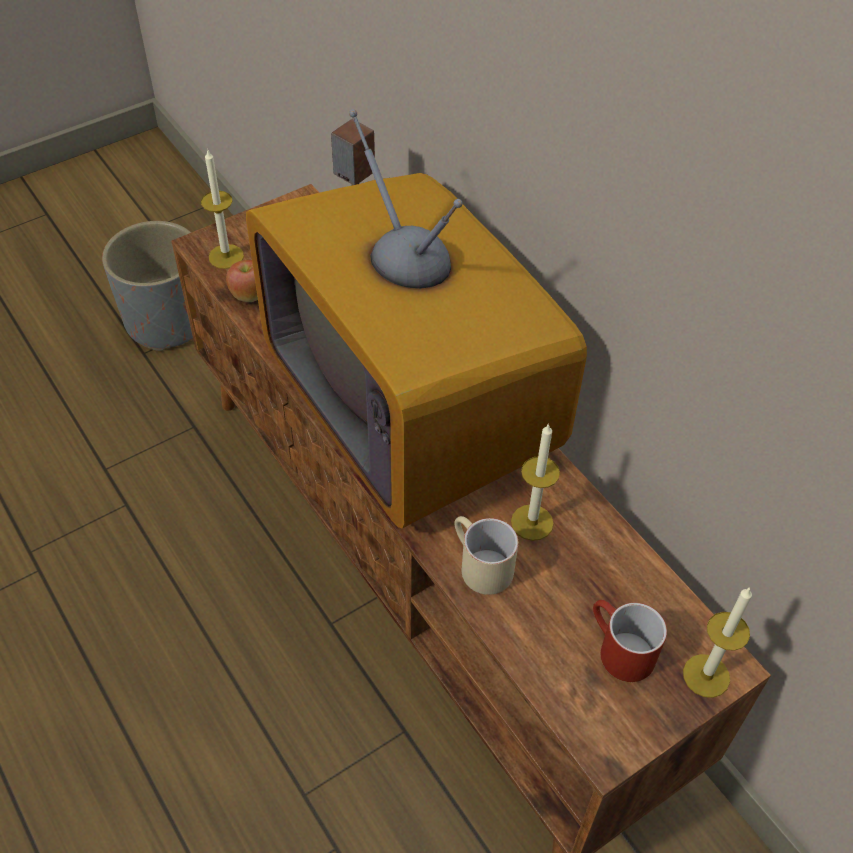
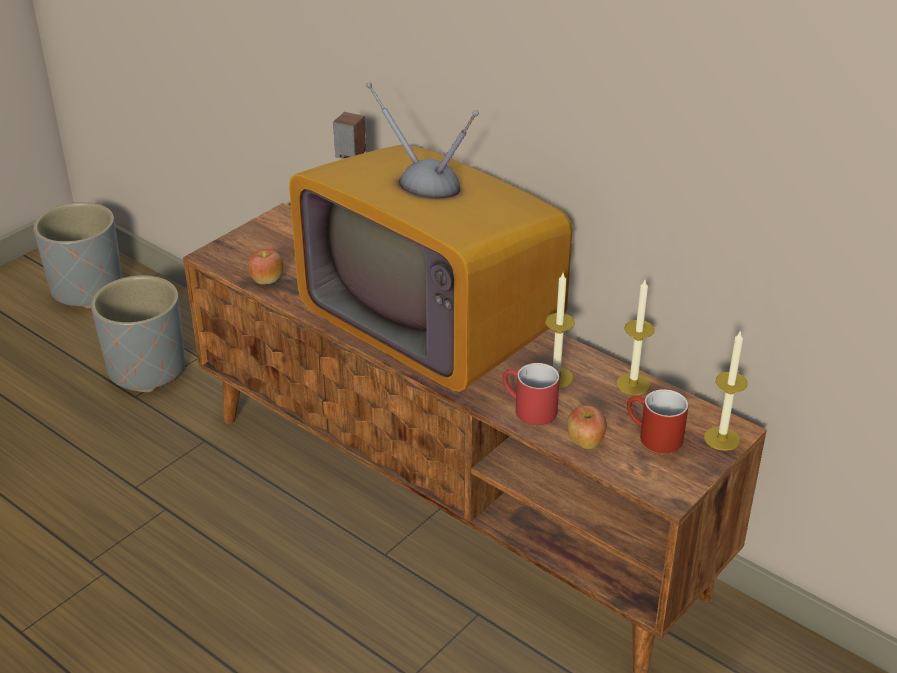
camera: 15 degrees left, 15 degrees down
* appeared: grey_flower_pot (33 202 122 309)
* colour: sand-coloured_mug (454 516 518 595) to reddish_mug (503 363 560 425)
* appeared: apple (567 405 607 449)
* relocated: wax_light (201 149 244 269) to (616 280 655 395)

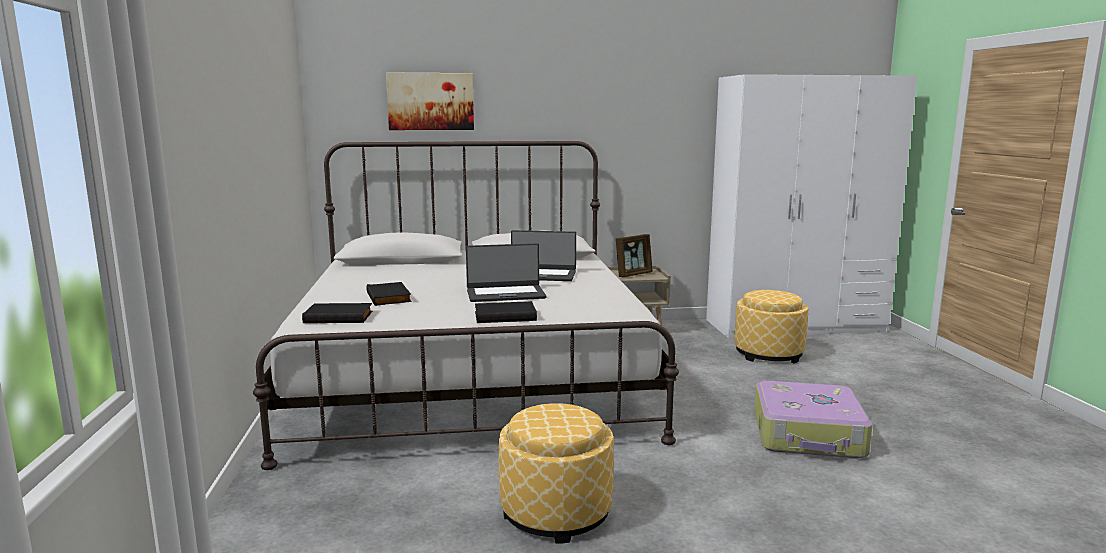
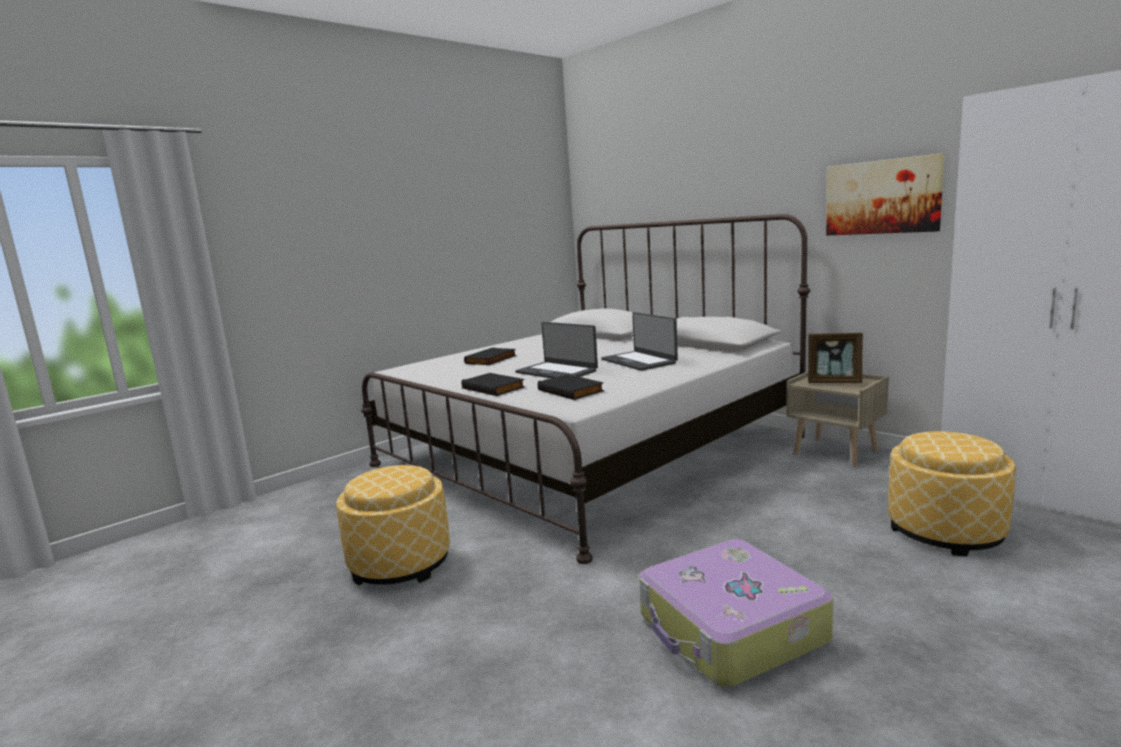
camera: 55 degrees right, 0 degrees up
* relocated: blackish_bound_book (302 303 372 323) to (538 374 604 400)
* relocated: picture (386 73 474 130) to (826 153 945 236)

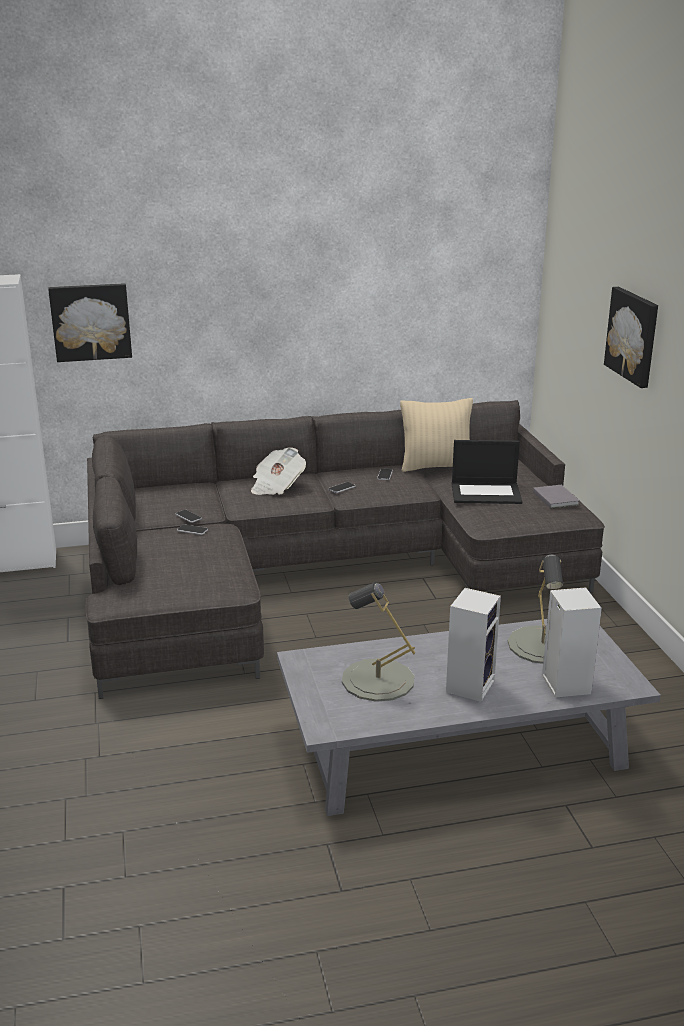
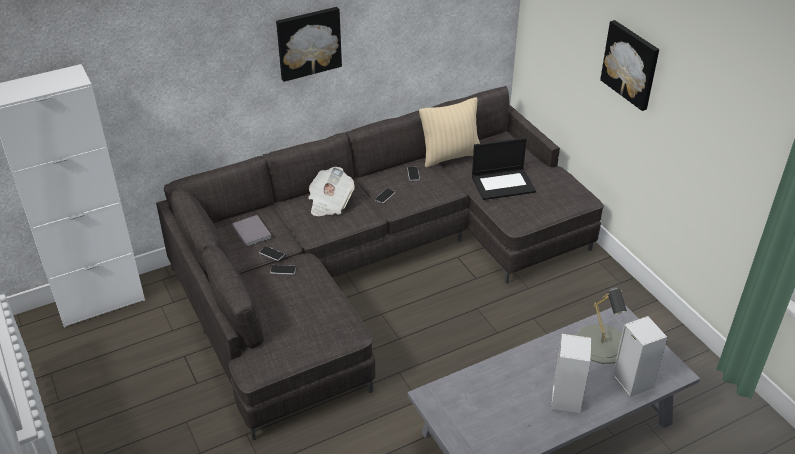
camera: 15 degrees left, 15 degrees up
* relocated: grey_bound_book (533 485 580 509) to (232 215 272 247)
* relocated: picture (48 283 132 362) to (276 7 342 82)
* missing: grey_table_lamp (342 582 415 702)

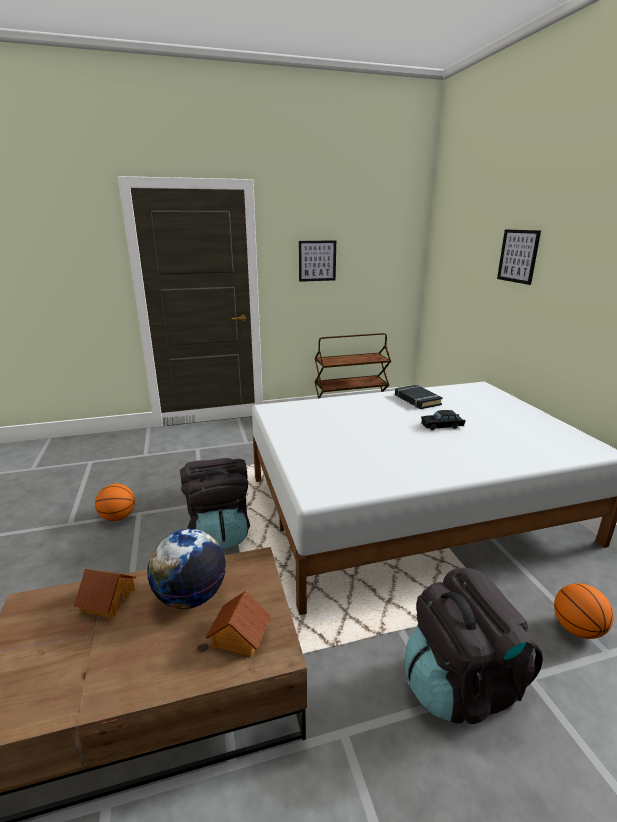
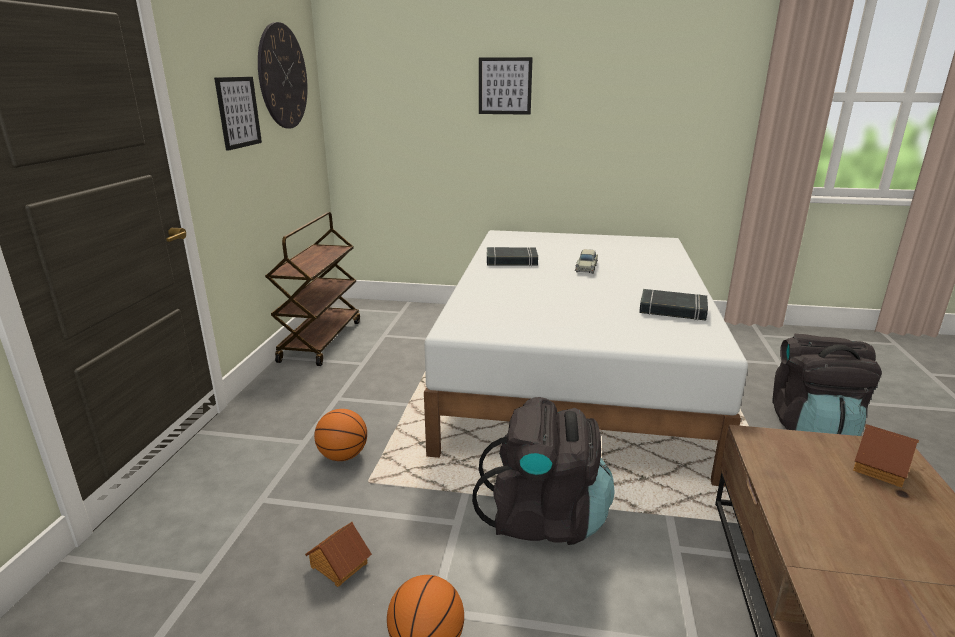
camera: 65 degrees left, 0 degrees up
* appeared: clock_on_the_wall (258 22 308 128)
* relocated: toy_house (73 569 136 618) to (305 522 372 587)
* relocated: ball_for_basketball (554 583 614 639) to (314 409 367 461)
* colour: blackish_model_car (421 410 466 430) to sand-coloured_model_car (575 249 598 274)
* appeared: blackish_bound_book (639 289 708 321)
* missing: world_globe (147 529 226 609)

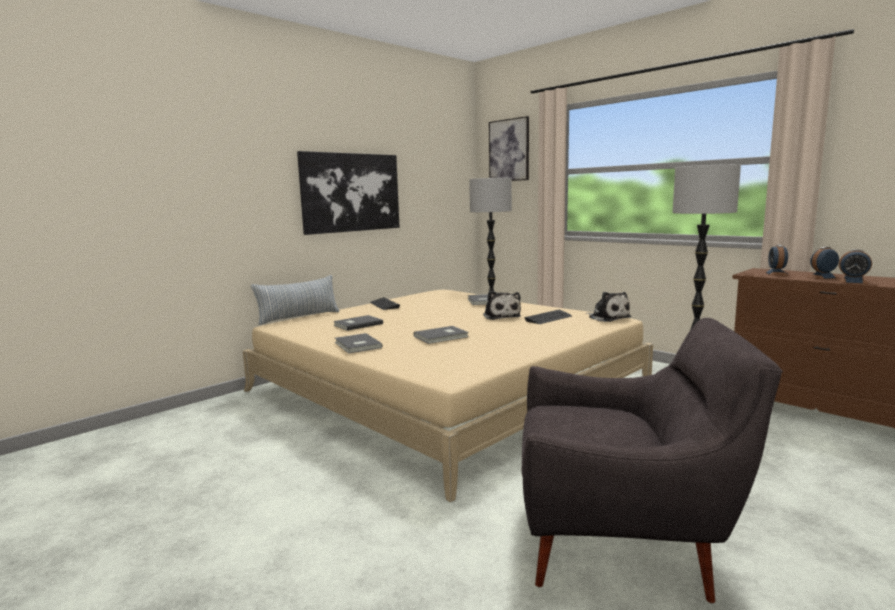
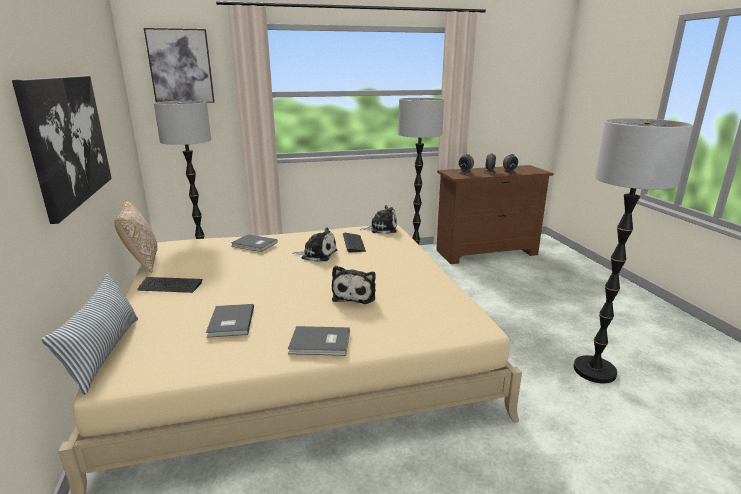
camera: 60 degrees left, 10 degrees up
* appeared: cushion (115 201 157 273)
* exchanged: grey_bound_book (414 326 469 344) to soft_toy (332 266 376 304)
* exchanged: grey_armchair (521 318 783 603) to standing_lamp (573 118 693 384)

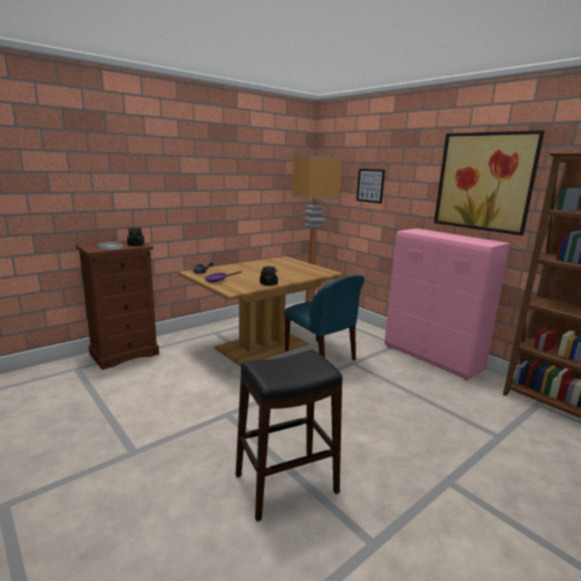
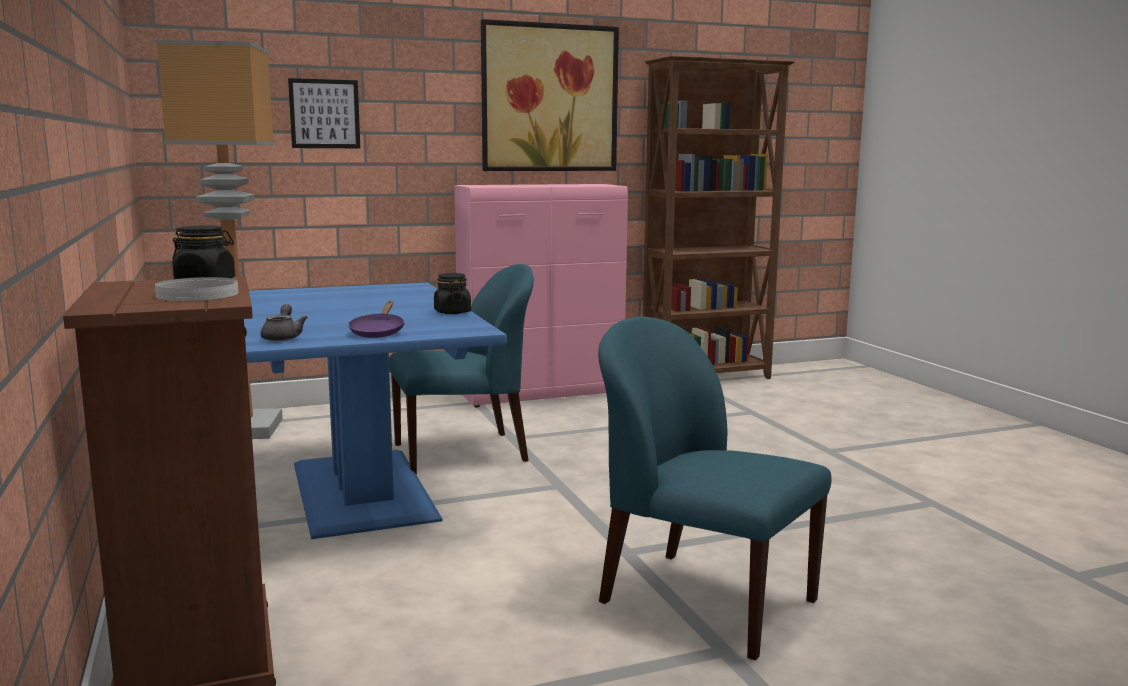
camera: 70 degrees left, 5 degrees down
* colour: brownish_kitchen_table (179 256 343 367) to blue_kitchen_table (244 283 507 539)
* appeared: blue_chair (598 317 832 661)
* missing: blackish_stool (236 350 343 521)

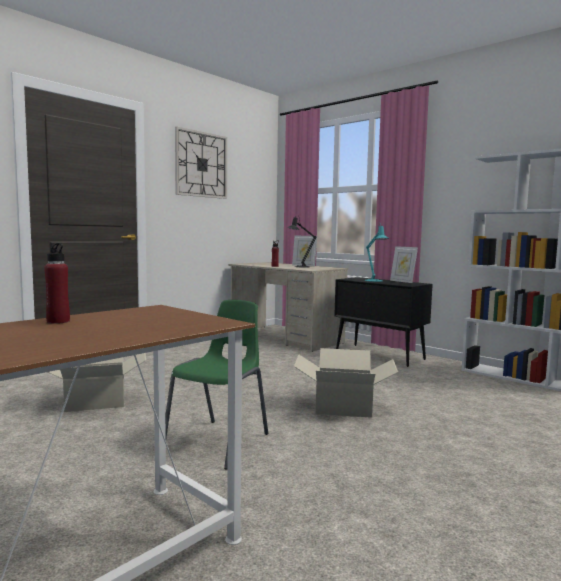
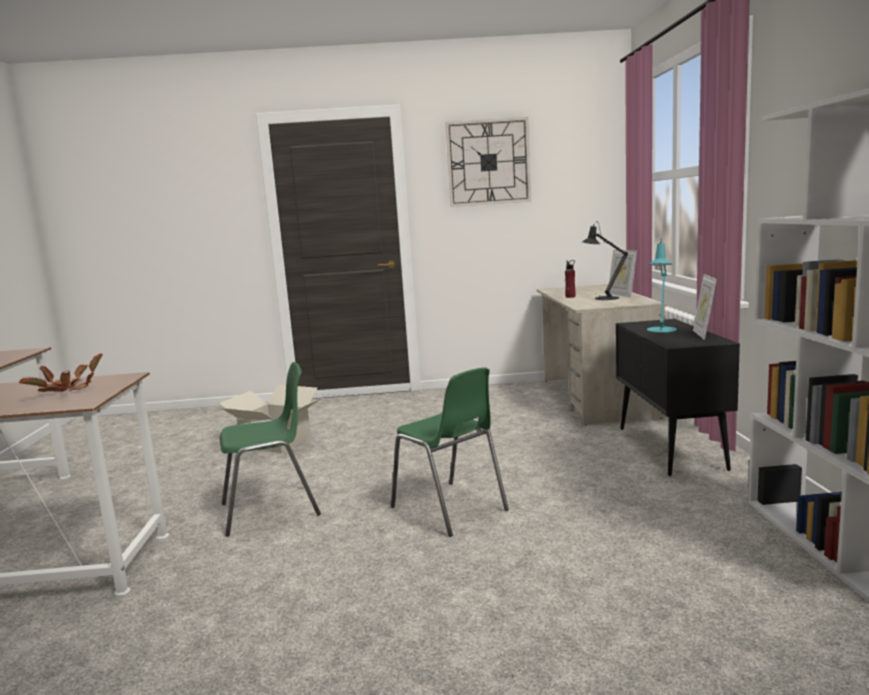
camera: 45 degrees right, 5 degrees up
* appeared: houseplant (19 353 103 392)
* exchanged: packing_box (294 348 398 418) to green-coloured_chair (391 367 509 537)
* missing: reddish_beverage_bottle (44 243 70 324)

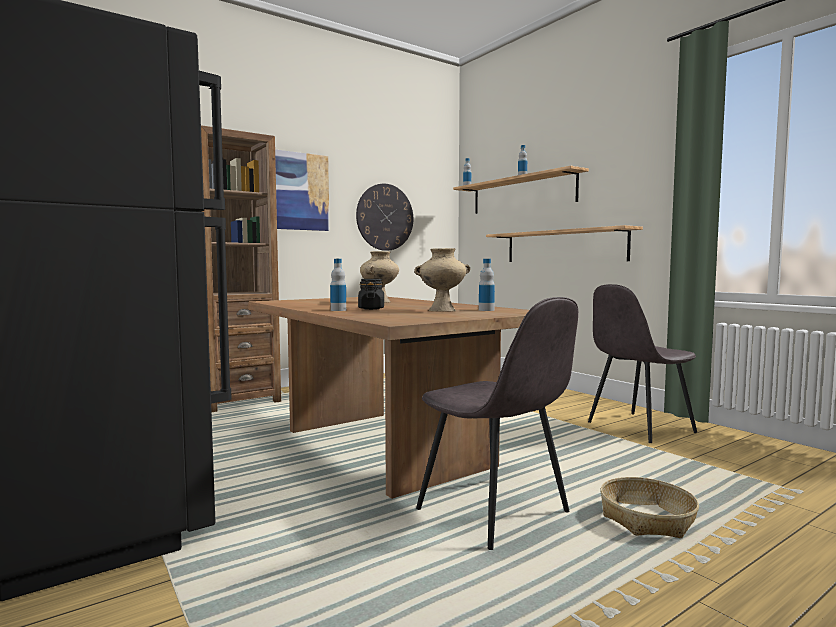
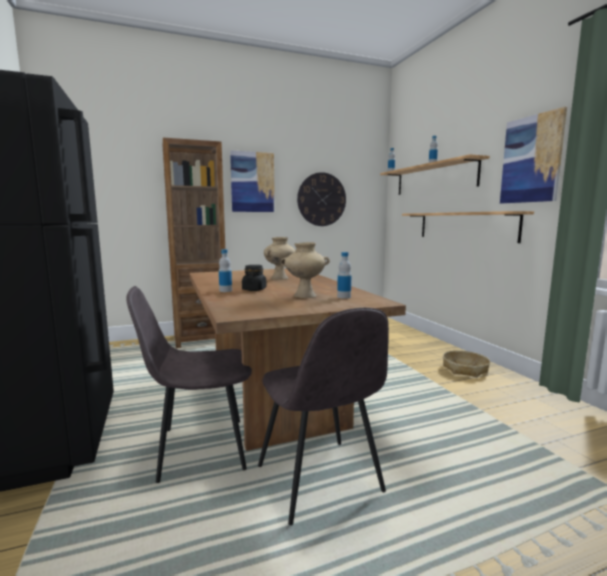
camera: 15 degrees right, 5 degrees up
* relocated: grey_chair (588 284 697 443) to (126 286 252 483)
* relocated: household_basket (600 477 699 538) to (443 350 490 377)
* appeared: picture (500 106 567 203)

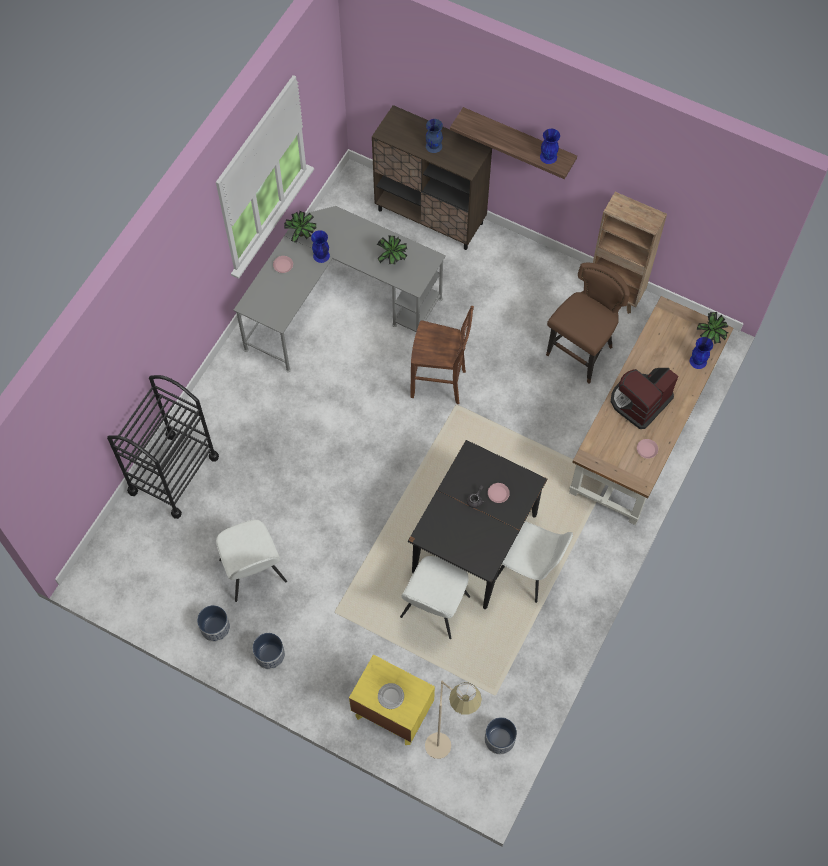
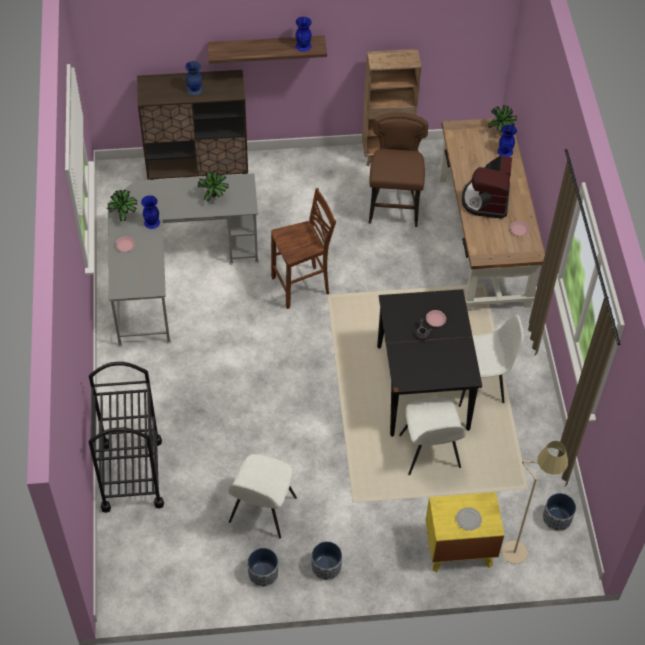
camera: 35 degrees left, 10 degrees down
* spun: white_chair (216 520 287 602) = (228 454 297 538) 75 degrees clockwise

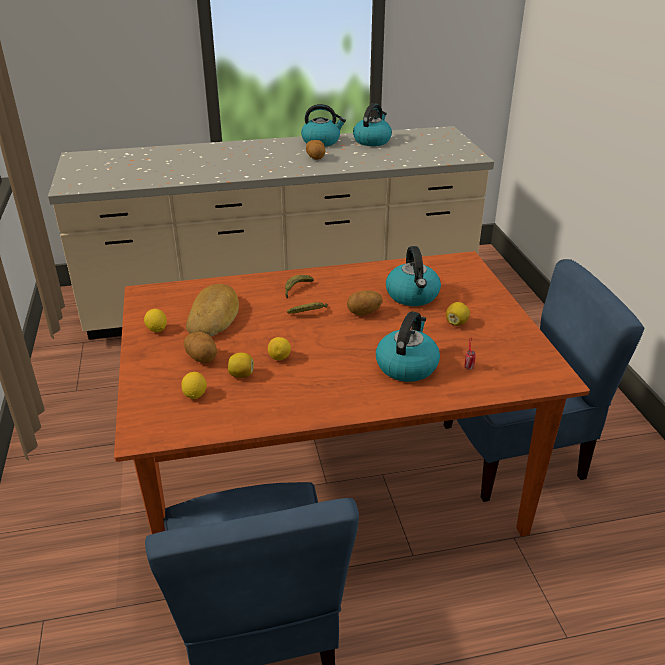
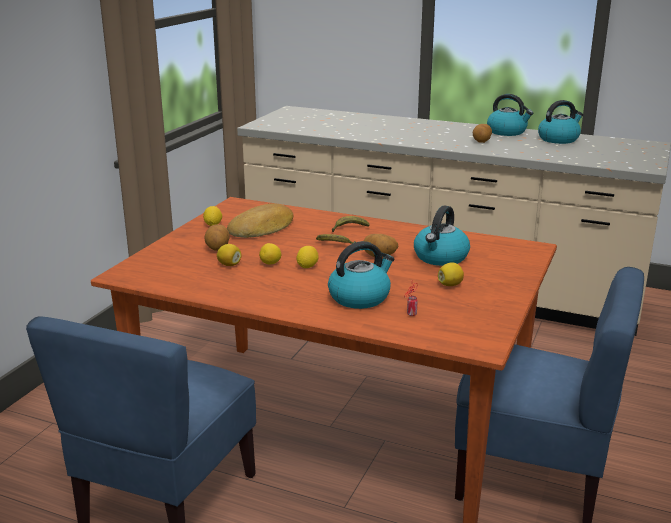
camera: 35 degrees right, 10 degrees down
* relocated: citrus_fruit (181 372 207 399) to (296 246 319 268)

